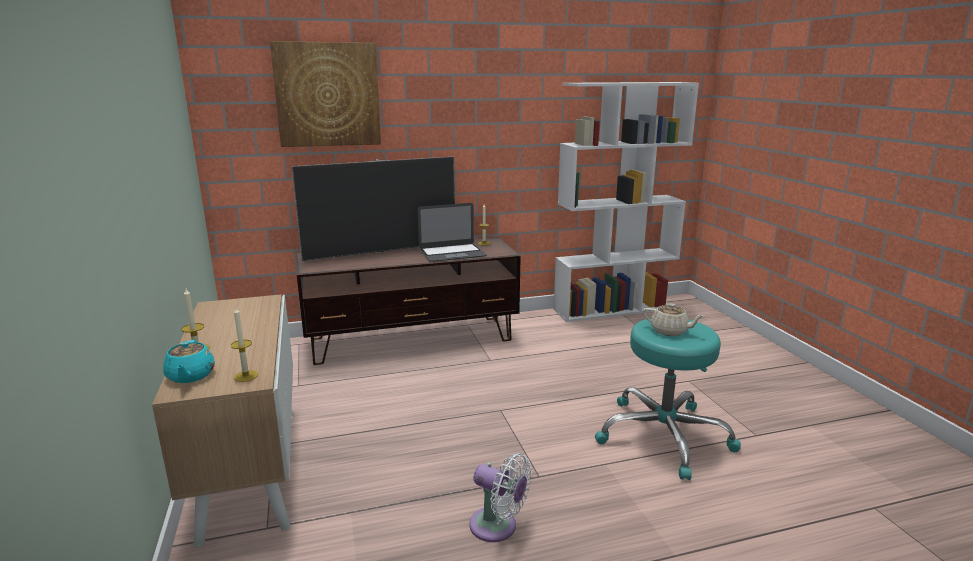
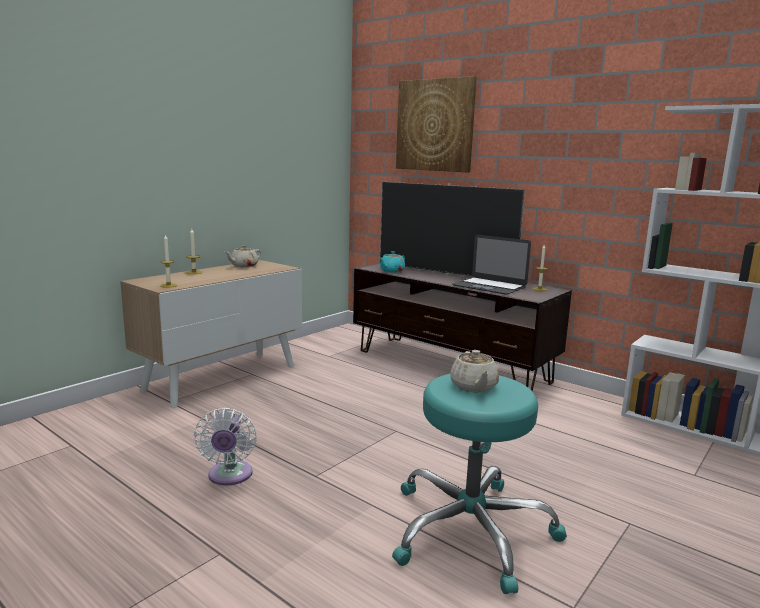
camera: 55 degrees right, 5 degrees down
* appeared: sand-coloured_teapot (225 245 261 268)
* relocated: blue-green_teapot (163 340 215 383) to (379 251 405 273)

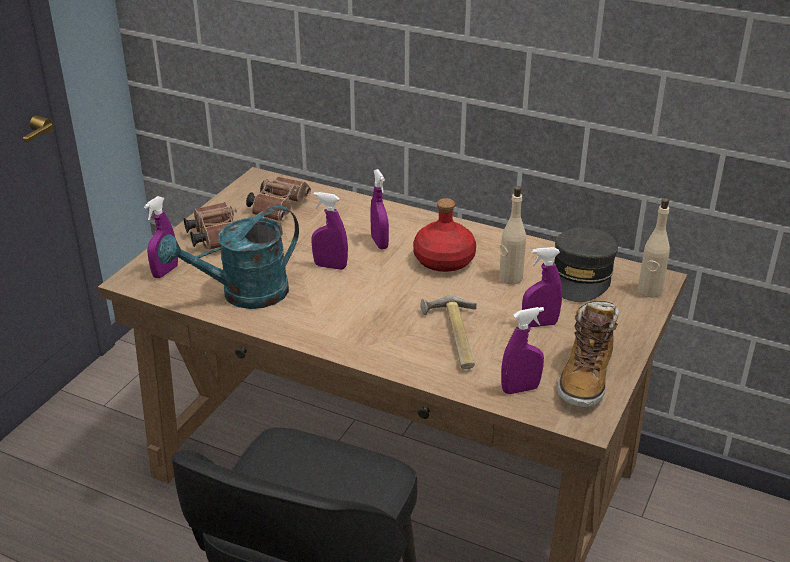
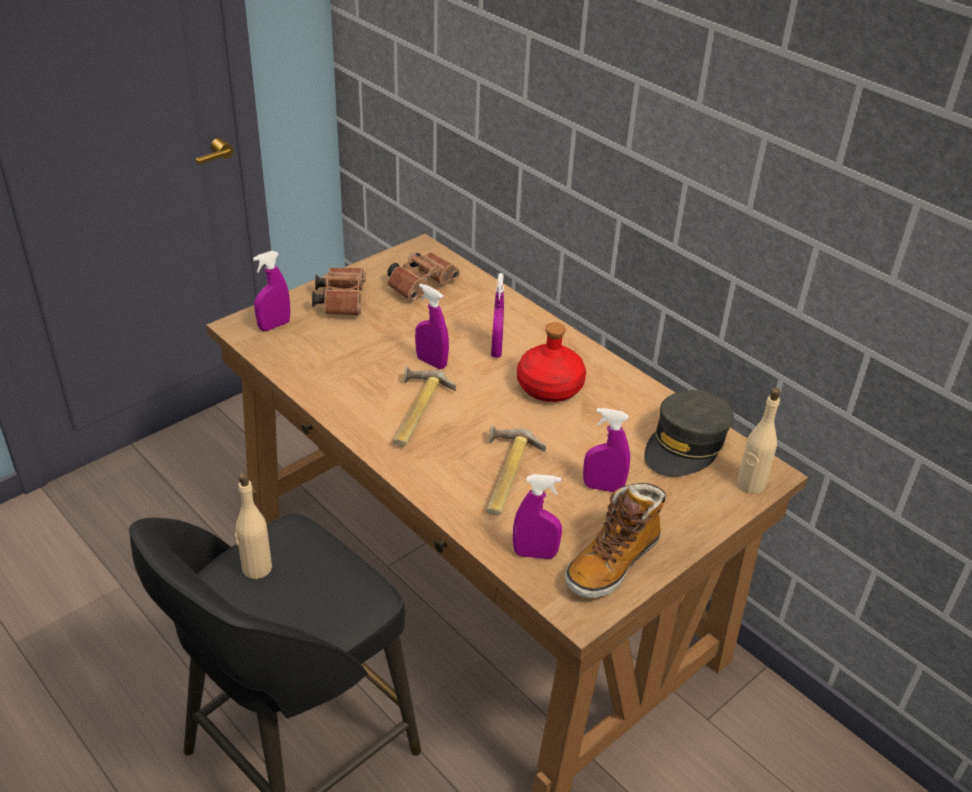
camera: 20 degrees right, 5 degrees up
* relocated: sand-coloured_beverage_bottle (499 186 526 284) to (235 473 272 579)
* appeared: tool_hammer (393 366 456 446)
* missing: blue-green_watering_can (158 206 299 309)

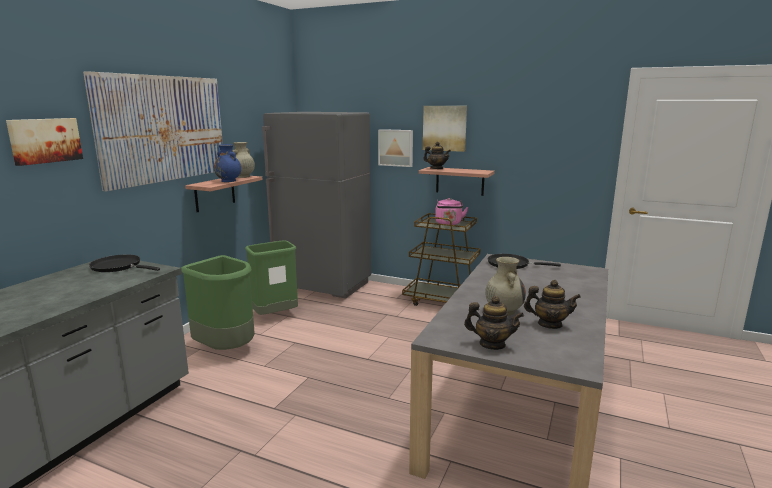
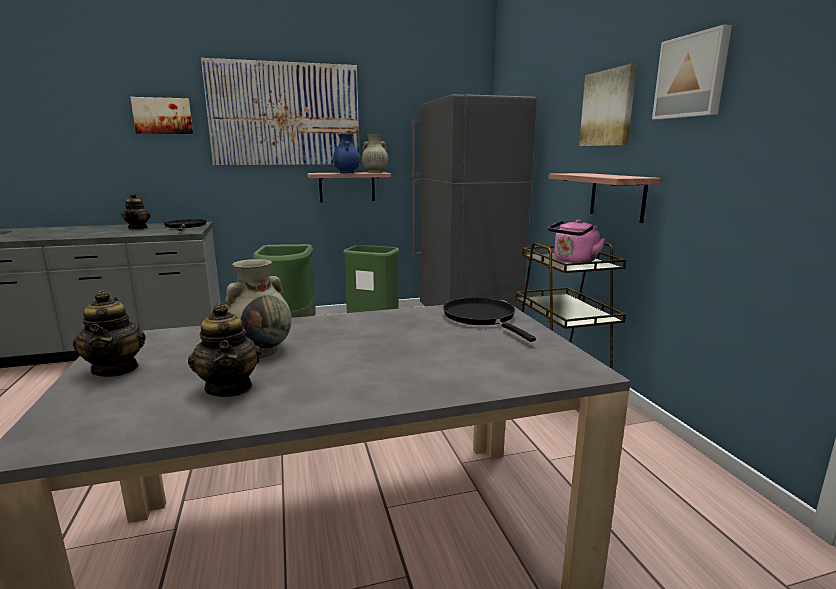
camera: 50 degrees right, 0 degrees up
* relocated: teapot (423 142 451 169) to (121 193 151 229)
* relocated: picture (378 129 413 167) to (652 25 732 119)

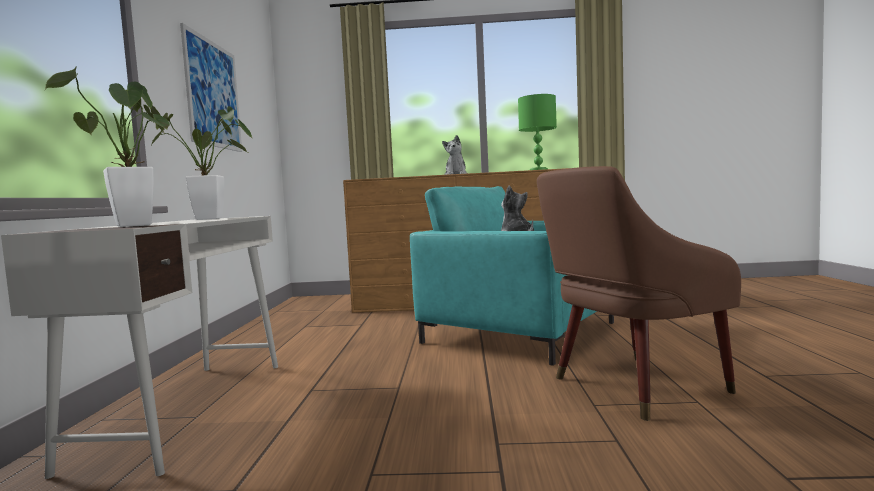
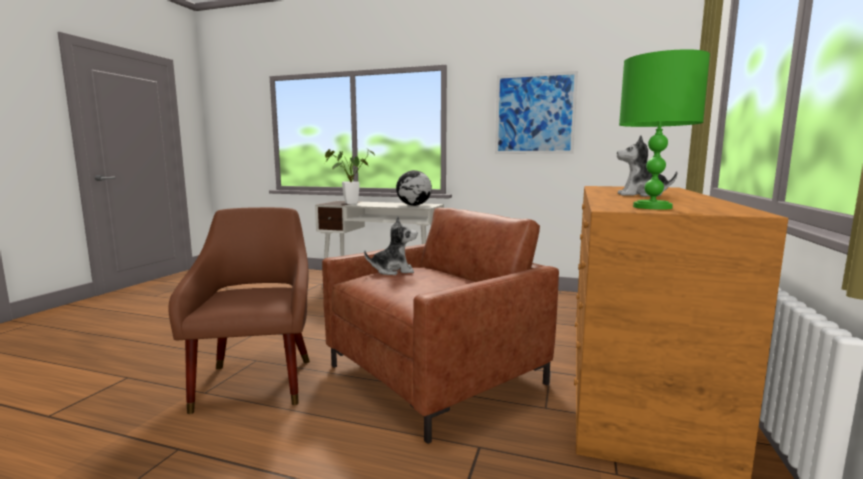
camera: 105 degrees right, 5 degrees up
* colour: blue-green_armchair (410 186 614 366) to brownish_armchair (322 208 559 444)
* exchanged: houseplant (151 106 253 220) to world_globe (396 170 432 206)

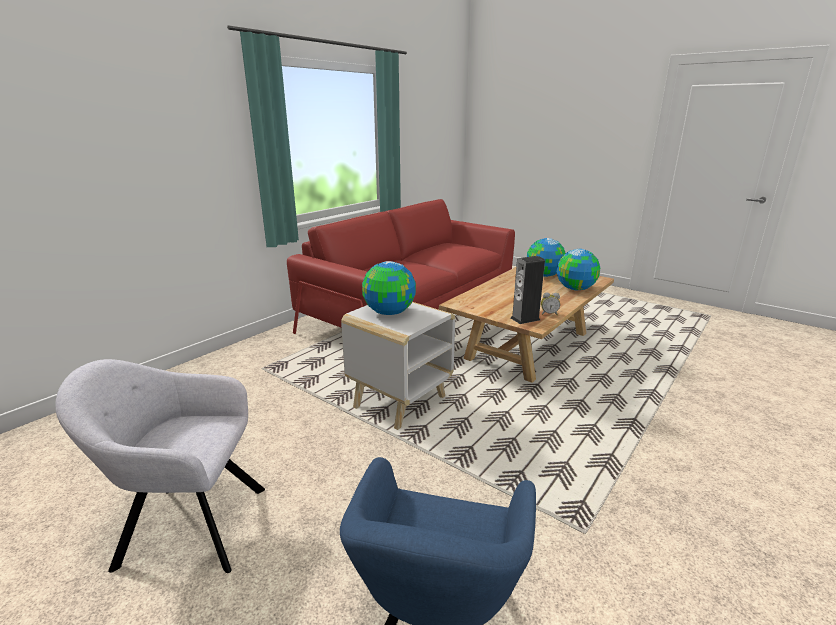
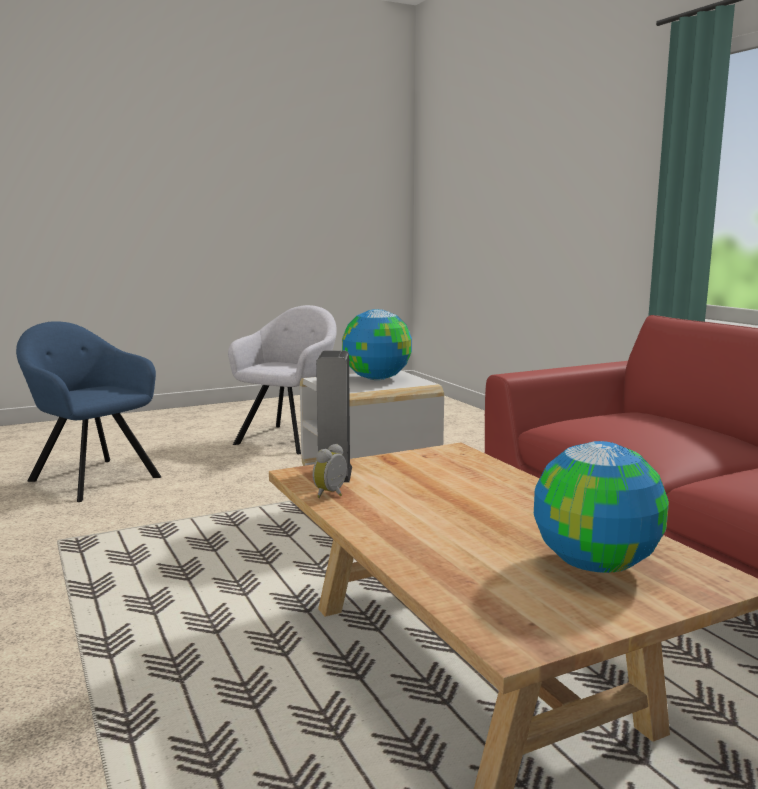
camera: 115 degrees right, 10 degrees down
* missing: world_globe (557 249 600 291)

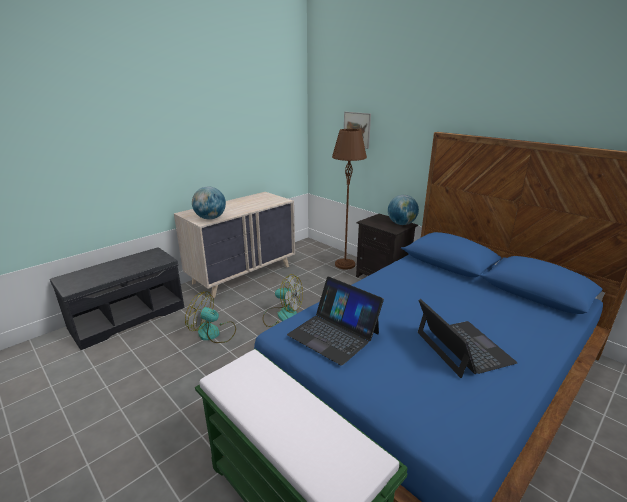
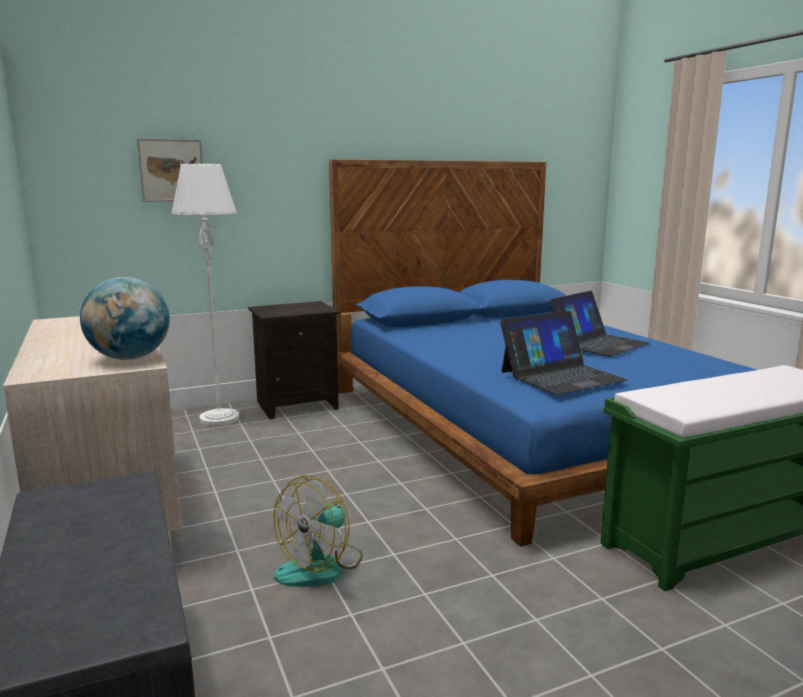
camera: 70 degrees left, 10 degrees down
* colour: brownish_standing_lamp (332 129 367 270) to white_standing_lamp (171 164 239 426)
* spun: portable_computer (418 299 517 378) = (549 291 650 357) 135 degrees clockwise
* missing: electric_fan (262 274 303 327)
* missing: world_globe (388 195 419 225)

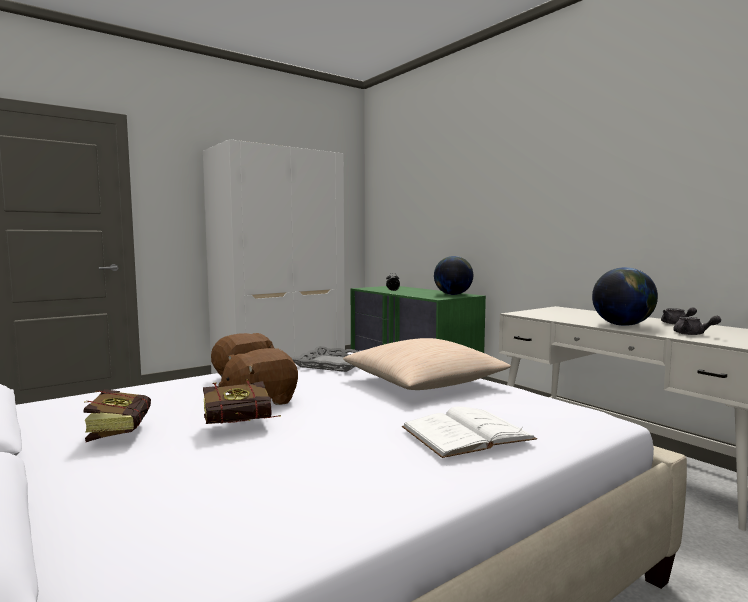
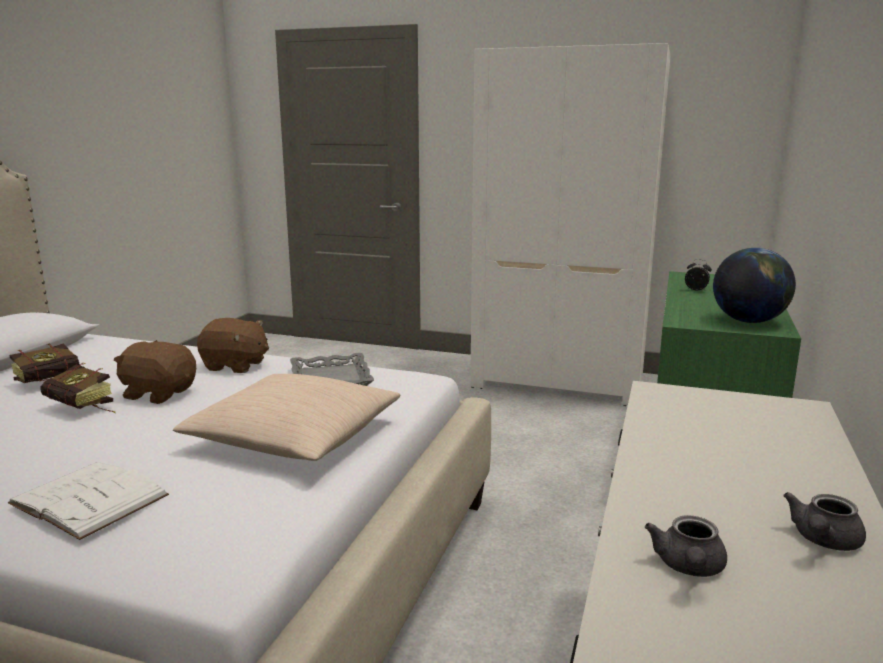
camera: 55 degrees right, 10 degrees up
* missing: world_globe (592 267 658 326)

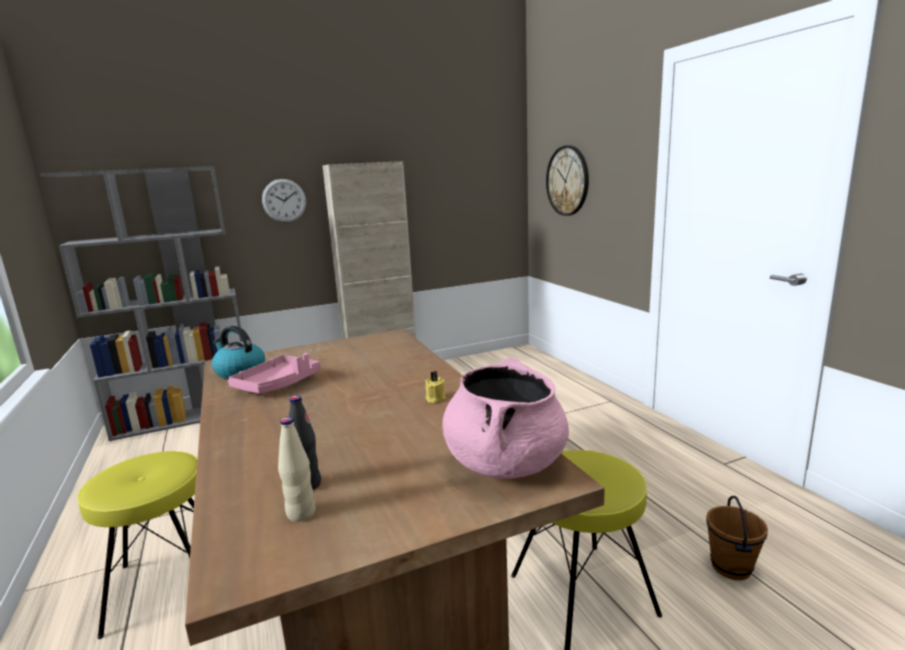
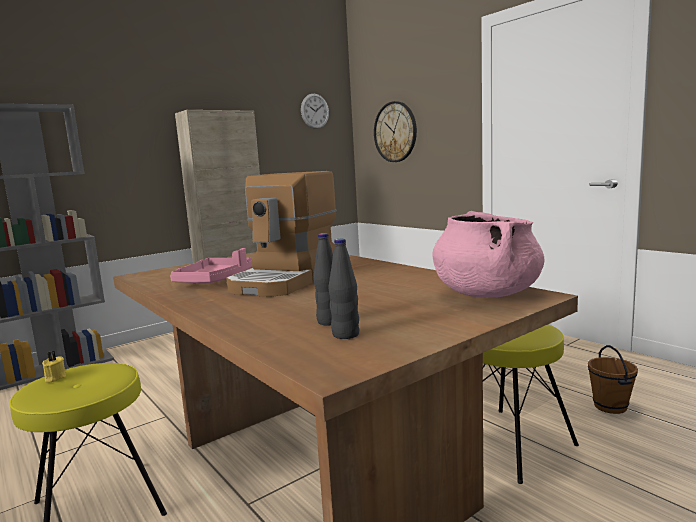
camera: 15 degrees left, 5 degrees down
* relocated: yellow-coloured_wax_light (425 371 446 403) to (42 351 66 383)
* appeared: coffee_machine (226 171 337 297)
* relocated: clock_on_the_wall (262 179 306 223) to (301 94 329 129)
* colour: sand-coloured_beverage_bottle (278 417 316 522) to blackish_beverage_bottle (329 239 359 339)
* missing: water_kettle (212 326 265 379)

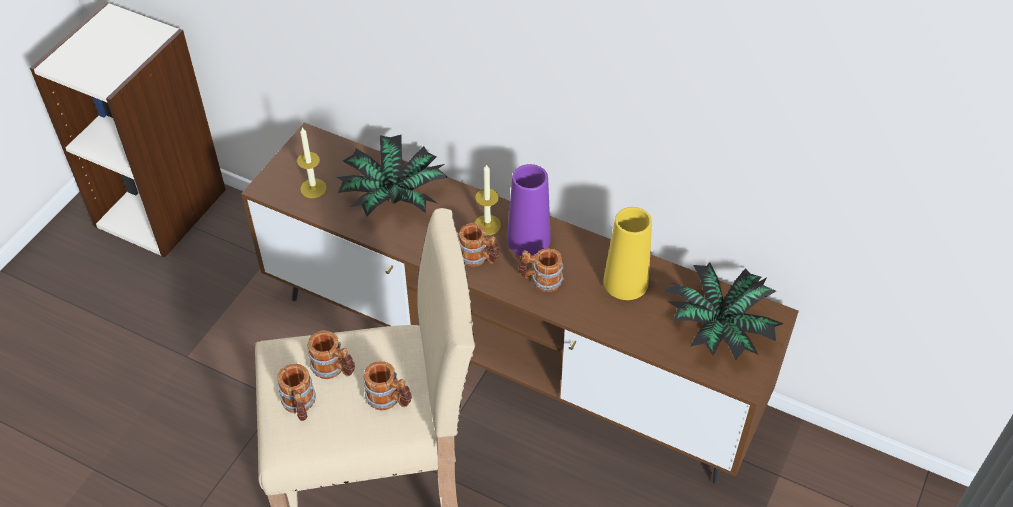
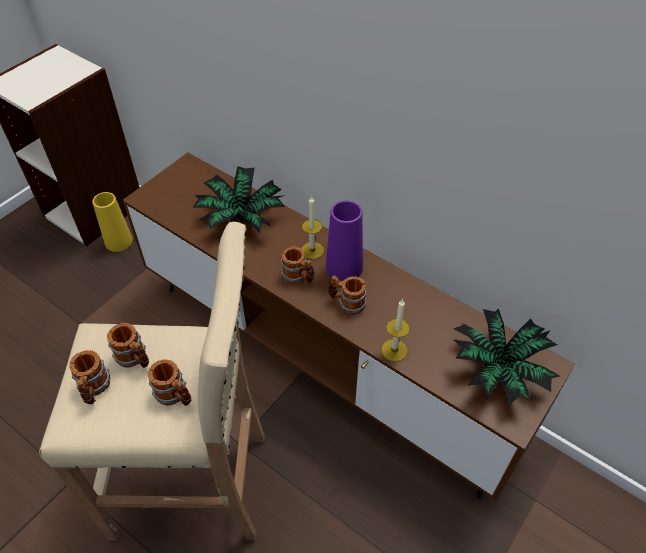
camera: 10 degrees right, 0 degrees up
* relocated: yellow-coloured_vase (603 207 652 300) to (92 192 133 252)
* relocated: wax_light (297 127 327 198) to (381 299 410 362)

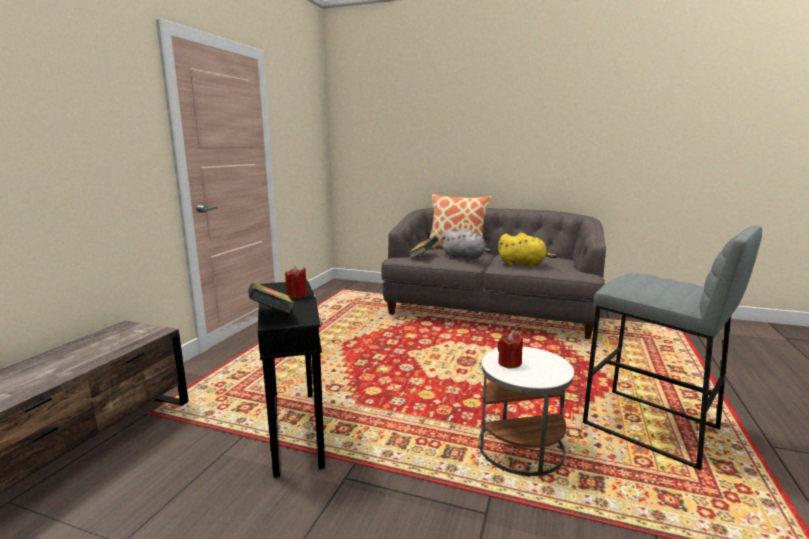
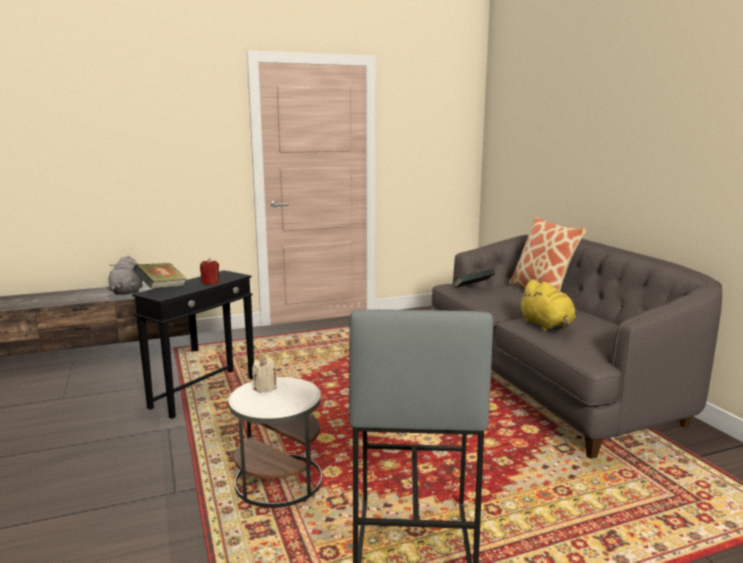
camera: 50 degrees right, 0 degrees up
* relocated: grey_soft_toy (441 228 491 261) to (107 256 143 295)
* colour: reddish_wax_light (497 333 523 368) to sand-coloured_wax_light (252 357 277 392)

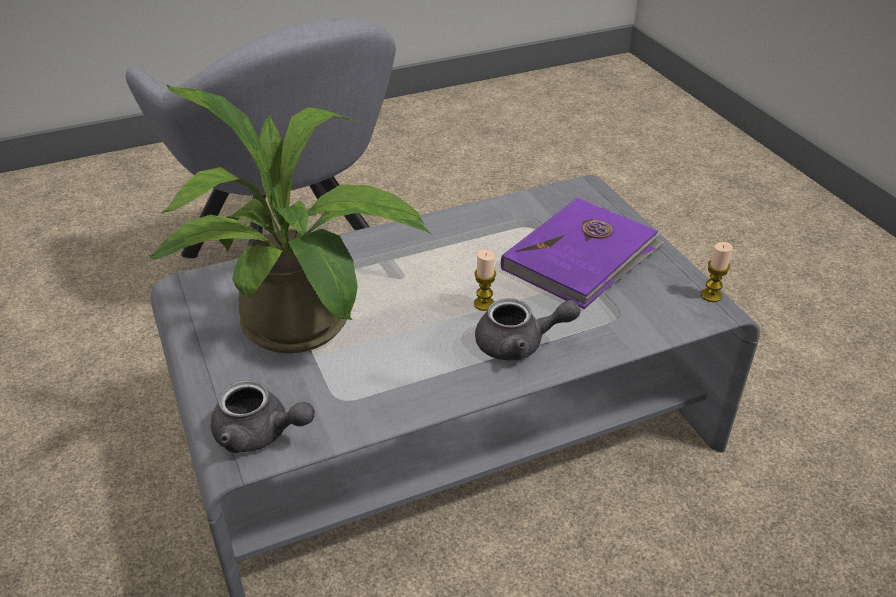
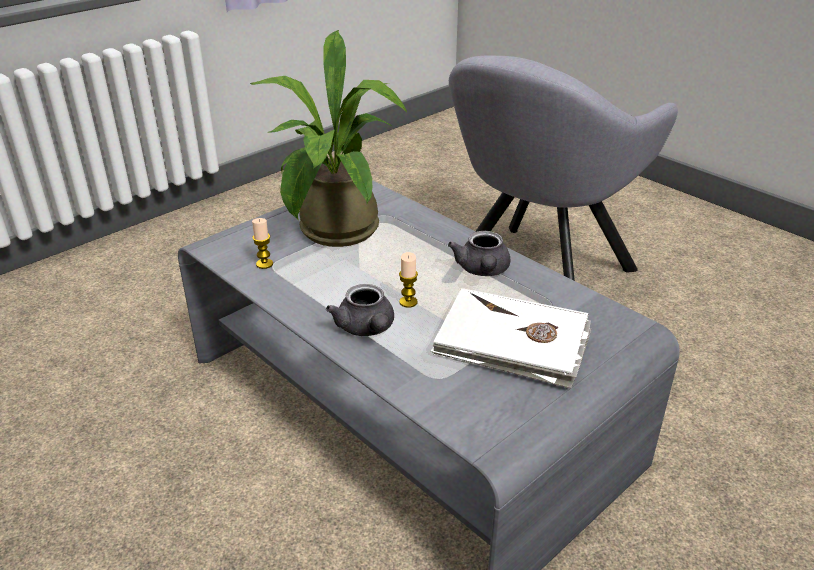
camera: 70 degrees right, 5 degrees down
* relocated: wax_light (701 242 733 302) to (252 218 273 269)
* colour: purplish_bound_book (501 198 664 309) to white_bound_book (430 288 591 388)
* relocated: grey_teapot (211 380 315 453) to (448 231 510 276)

